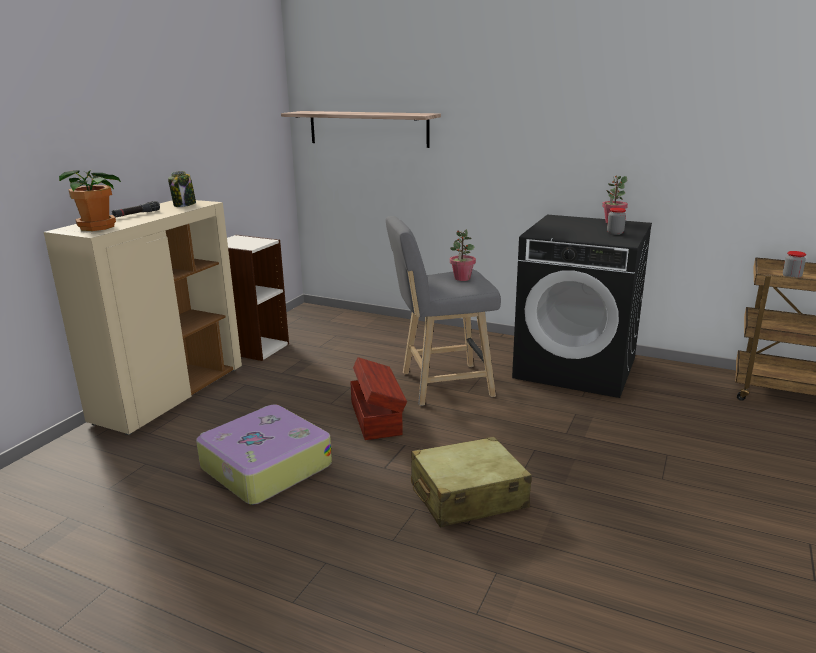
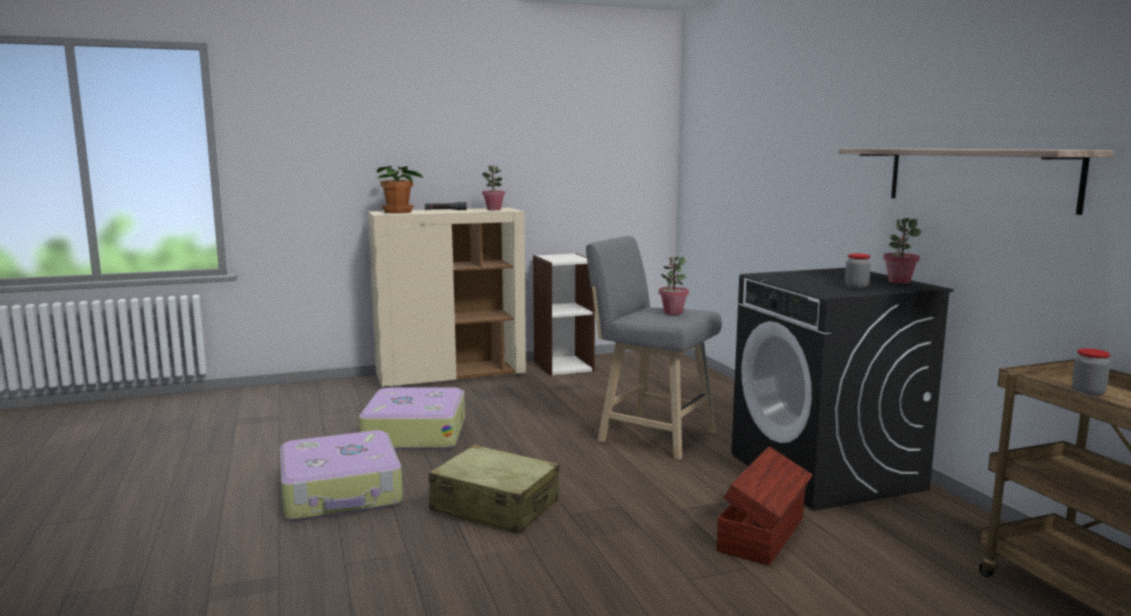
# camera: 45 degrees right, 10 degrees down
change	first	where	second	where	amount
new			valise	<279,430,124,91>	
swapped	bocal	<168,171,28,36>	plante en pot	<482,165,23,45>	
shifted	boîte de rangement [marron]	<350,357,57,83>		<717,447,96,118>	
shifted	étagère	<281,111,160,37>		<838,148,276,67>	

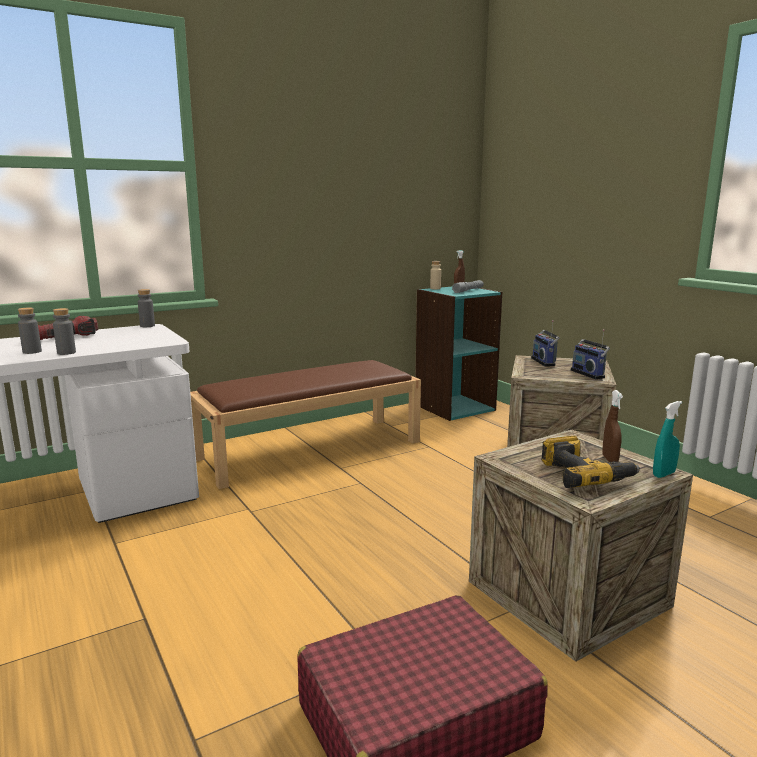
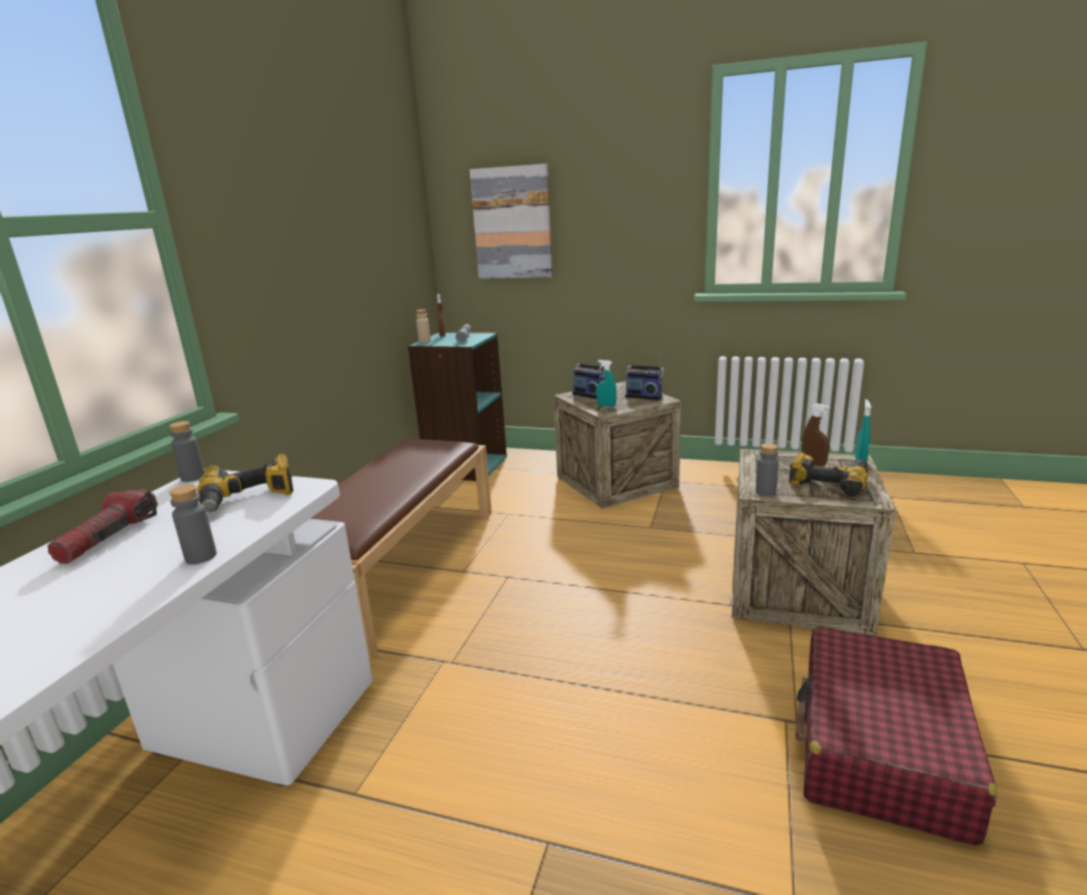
# camera: 40 degrees left, 5 degrees up
change	first	where	second	where	amount
new			perceuse	<197,454,97,59>	
new			tableau	<470,164,83,115>	
new			vaporisateur [turquoise]	<596,360,21,47>	
shifted	bouteille [gris]	<18,307,24,47>		<756,443,23,54>	

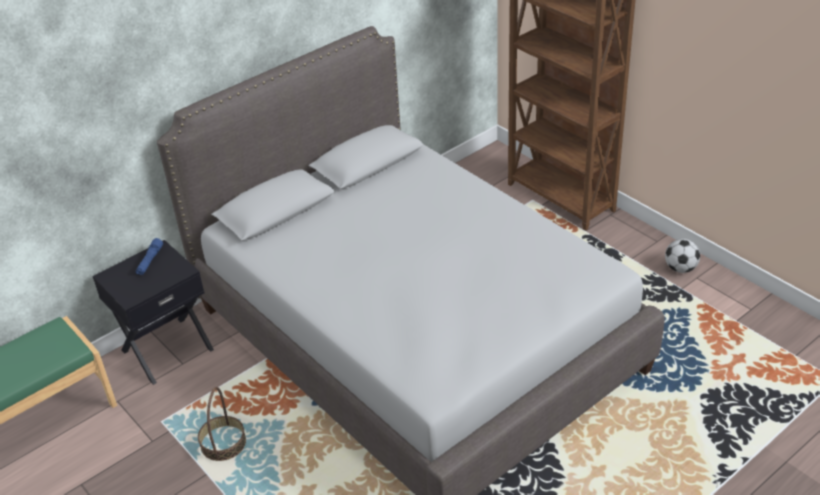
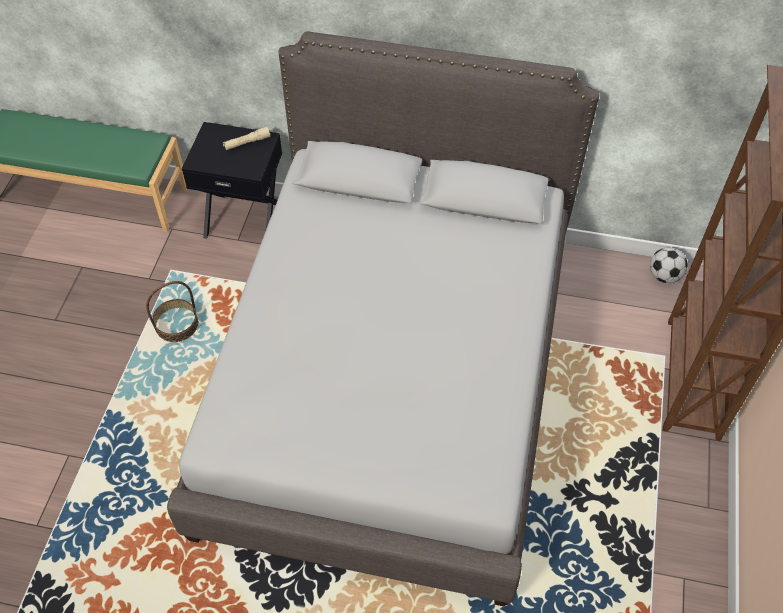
# camera: 50 degrees right, 15 degrees up
change	first	where	second	where	amount
repainted	lampe de poche [bleu]	<136,238,27,37>	lampe de poche [beige]	<223,127,48,23>	
shifted	ballon de foot	<665,239,35,34>		<650,247,38,36>	

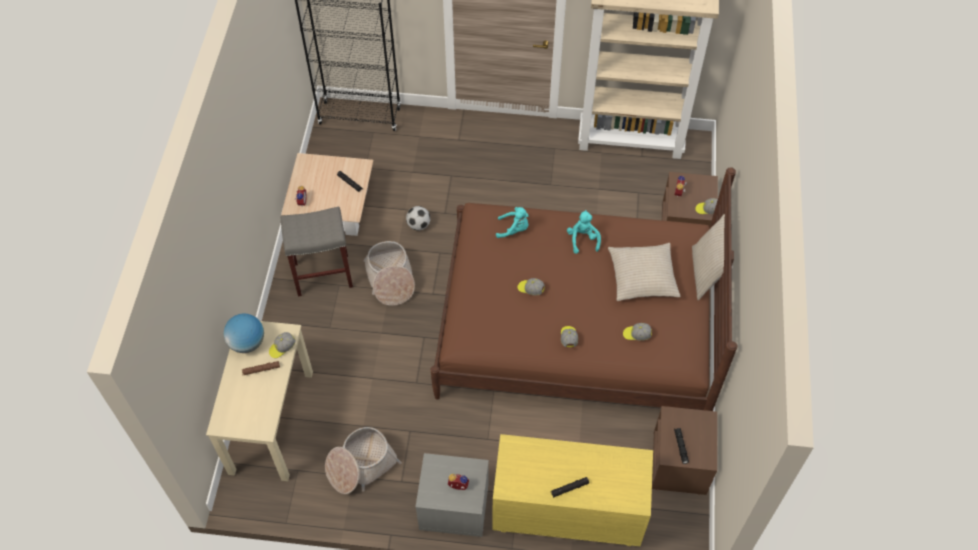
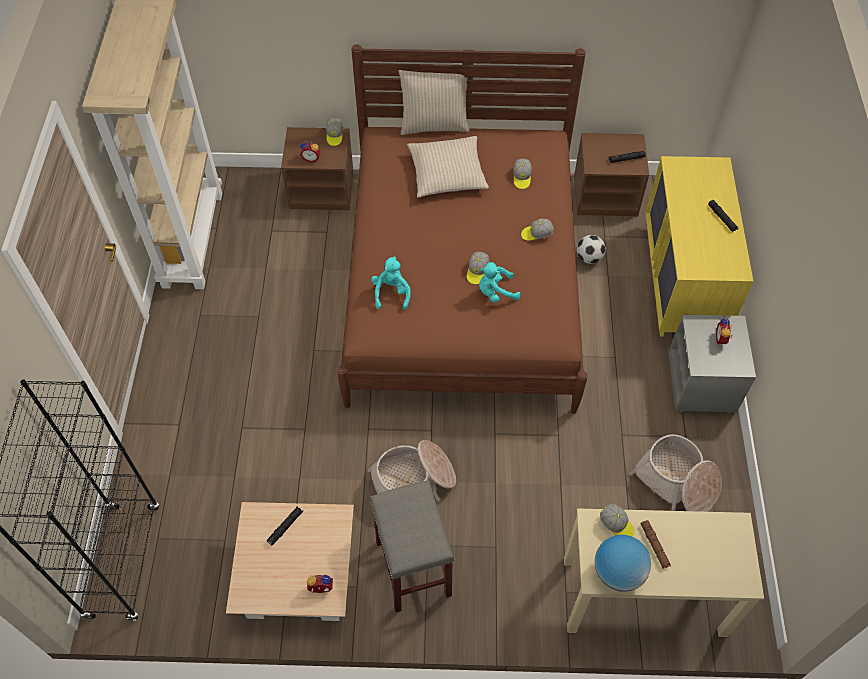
# camera: 95 degrees left, 0 degrees up
change	first	where	second	where	amount
shifted	peluche [turquoise]	<567,210,34,44>		<479,262,41,41>	
shifted	ballon de foot	<406,206,24,24>		<577,235,29,29>	

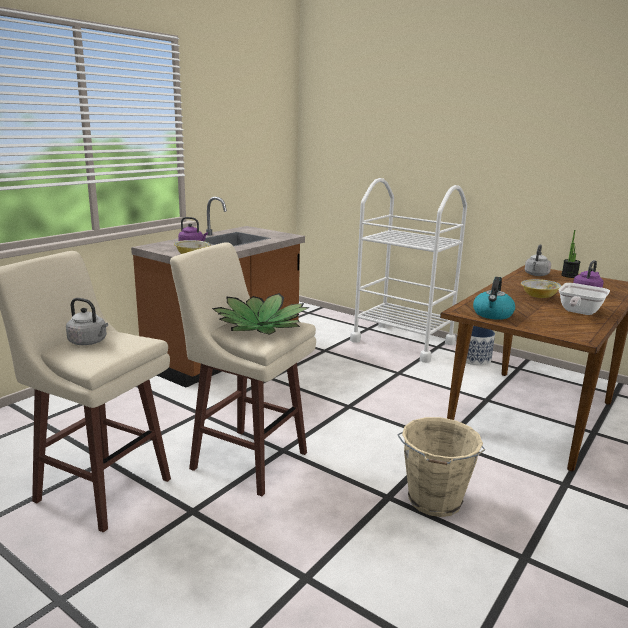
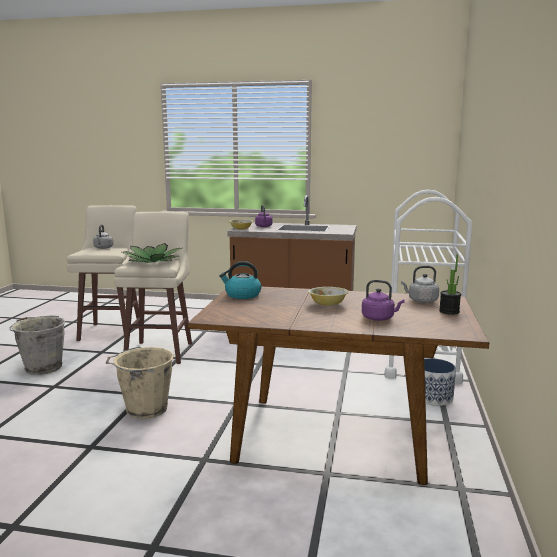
# camera: 65 degrees right, 5 degrees down
change	first	where	second	where	amount
new			seau [gris]	<10,316,56,59>	
gone	poêle	<558,283,52,32>			

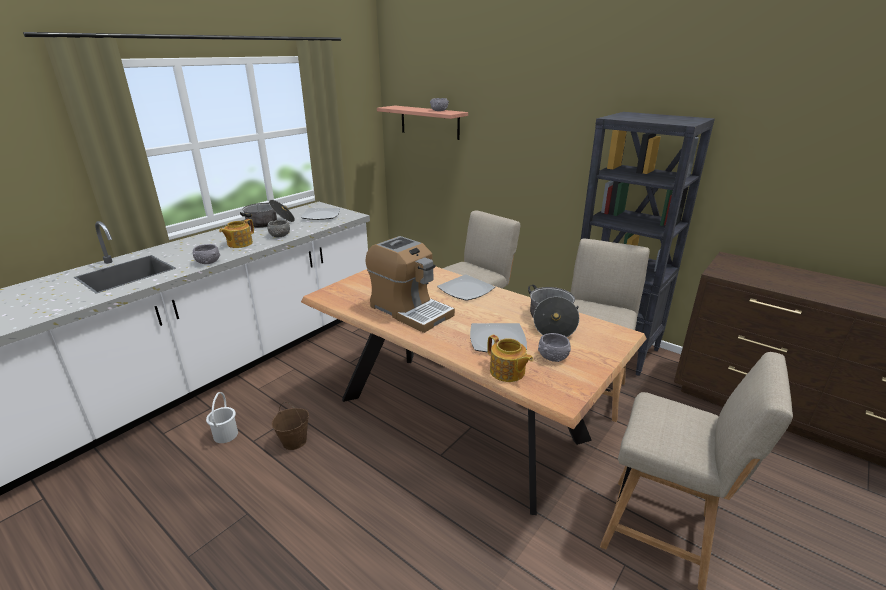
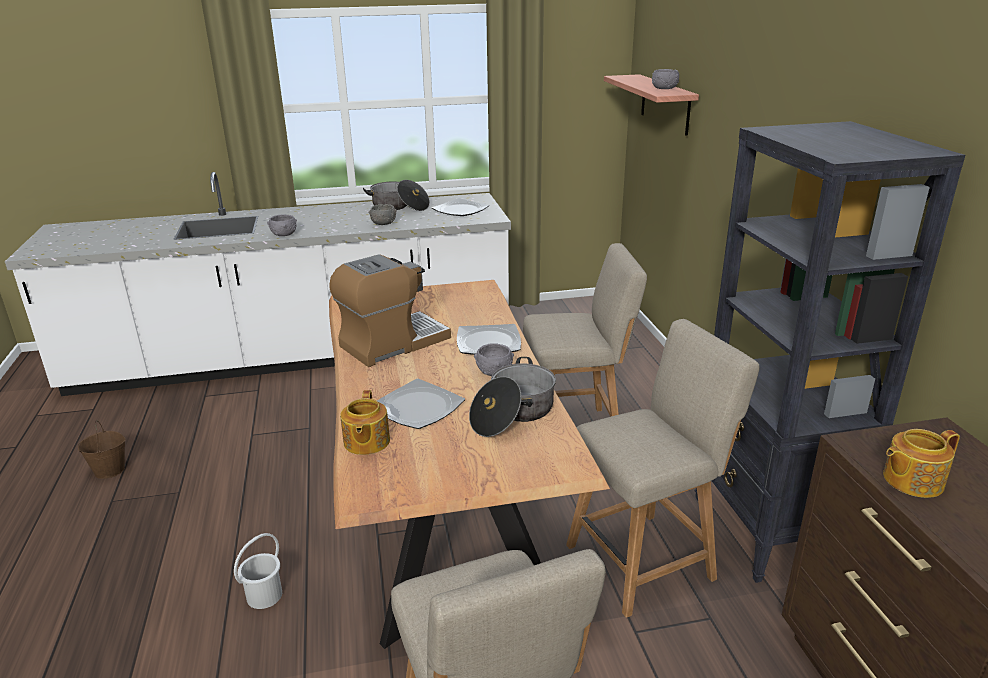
# camera: 40 degrees right, 0 degrees up
change	first	where	second	where	amount
shifted	seau [marron]	<272,402,37,48>		<78,421,48,58>	
shifted	seau [blanc]	<206,392,32,51>		<234,533,48,76>	
rotated	machine à café	<365,236,90,97>		<329,254,122,113>	120 degrees counterclockwise
shifted	bol [gris]	<538,333,33,29>		<474,343,40,33>	
shifted	théière	<219,219,35,29>		<883,429,77,69>	

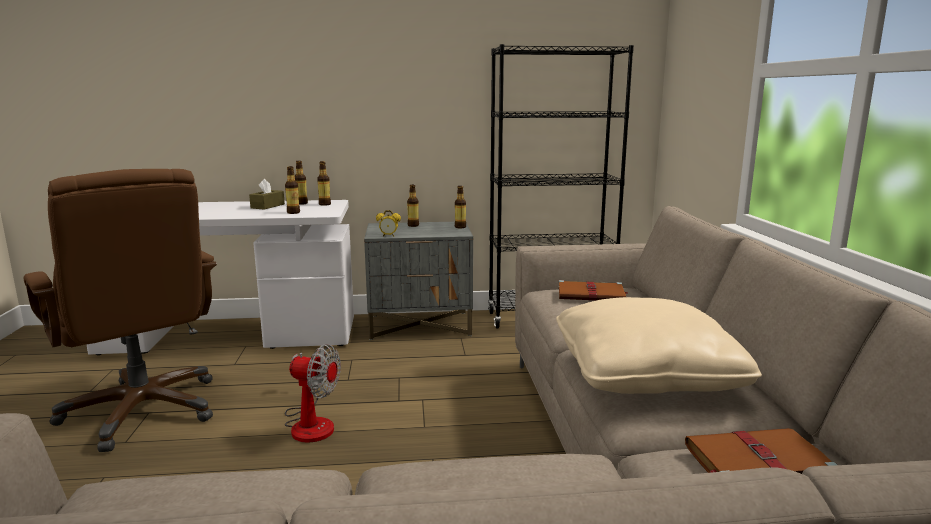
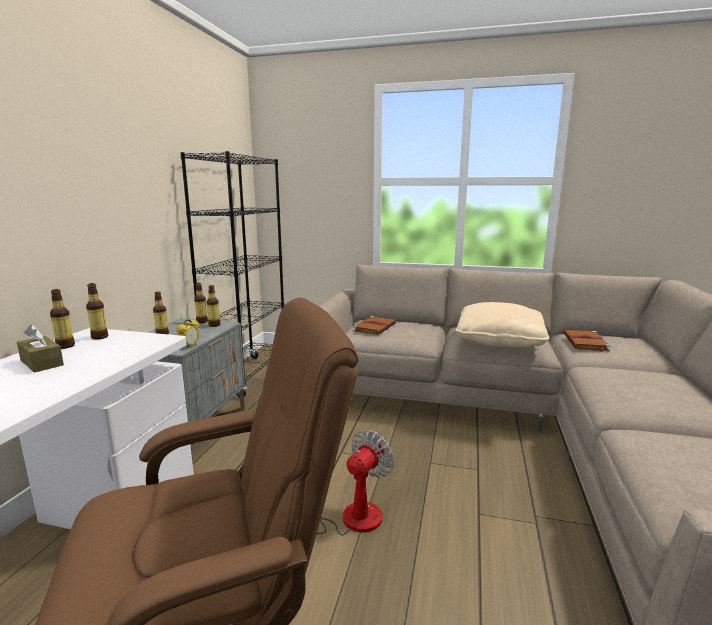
# camera: 70 degrees left, 0 degrees up
change	first	where	second	where	amount
shifted	bouteille	<285,166,15,48>		<207,285,13,42>	

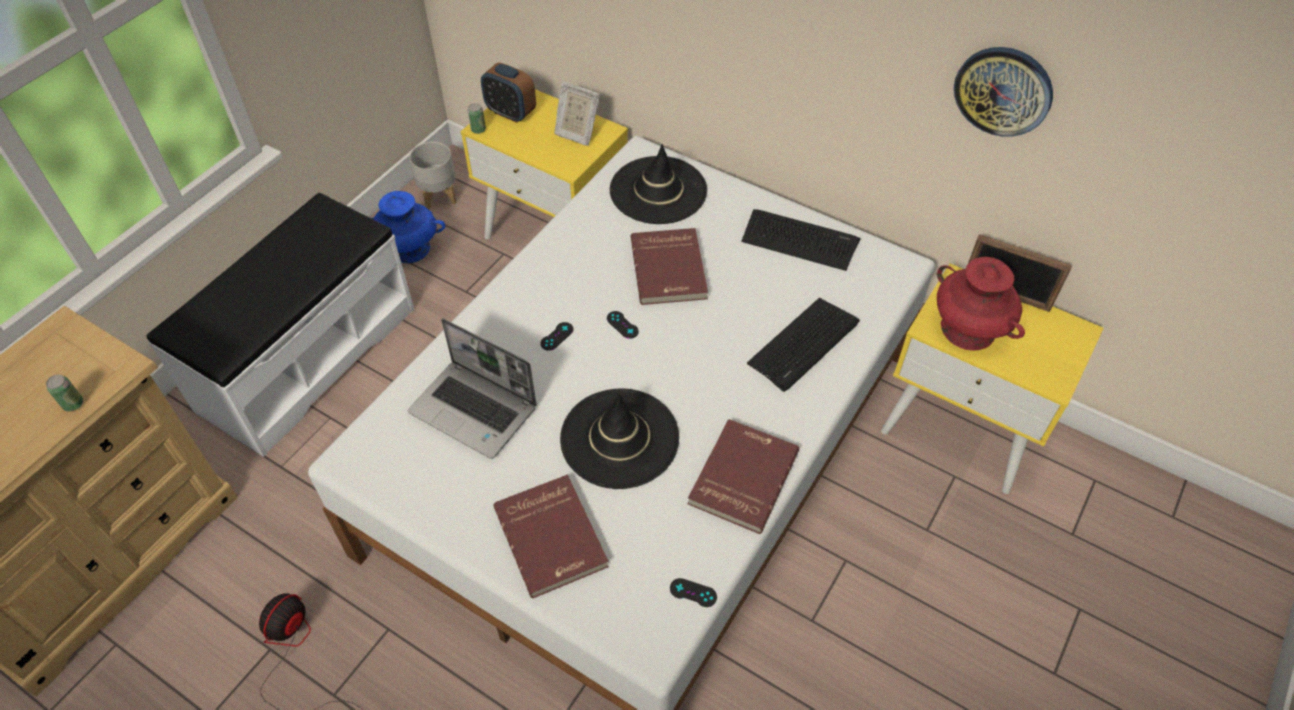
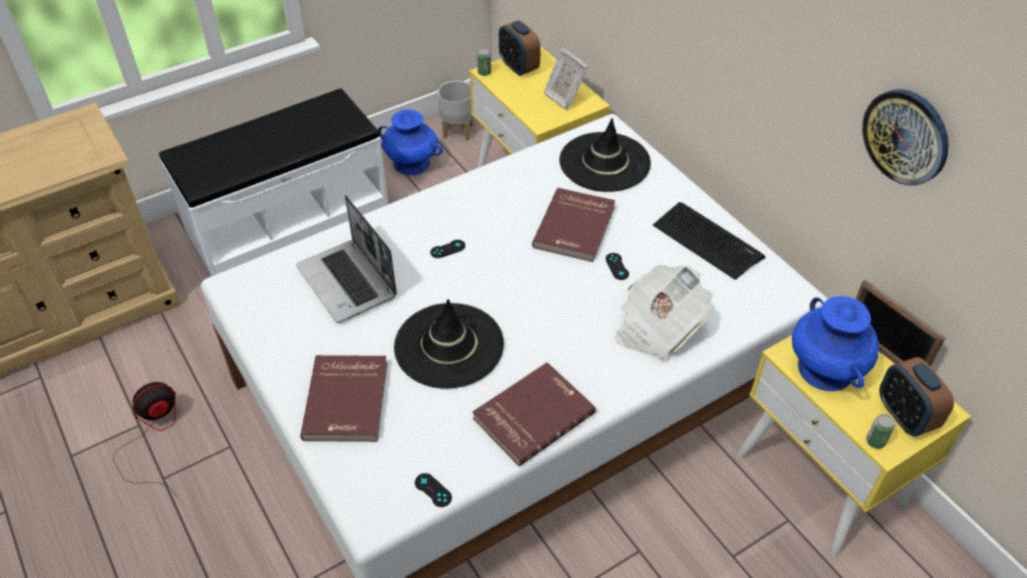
# camera: 25 degrees right, 5 degrees down
change	first	where	second	where	amount
shifted	manette [noir]	<607,311,32,28>		<606,253,23,27>	
swapped	clavier	<747,298,113,94>	journal	<615,264,96,95>	
repainted	vase [rouge]	<937,257,88,94>	vase [bleu]	<792,296,87,95>	
shifted	boîte métallique	<46,375,37,36>		<866,414,29,35>	
new			réveil	<879,357,75,79>	

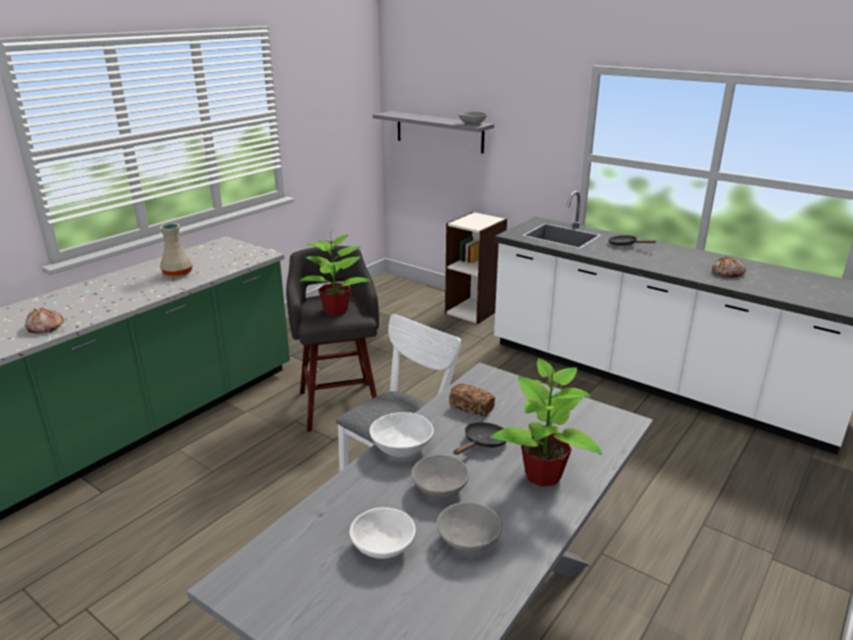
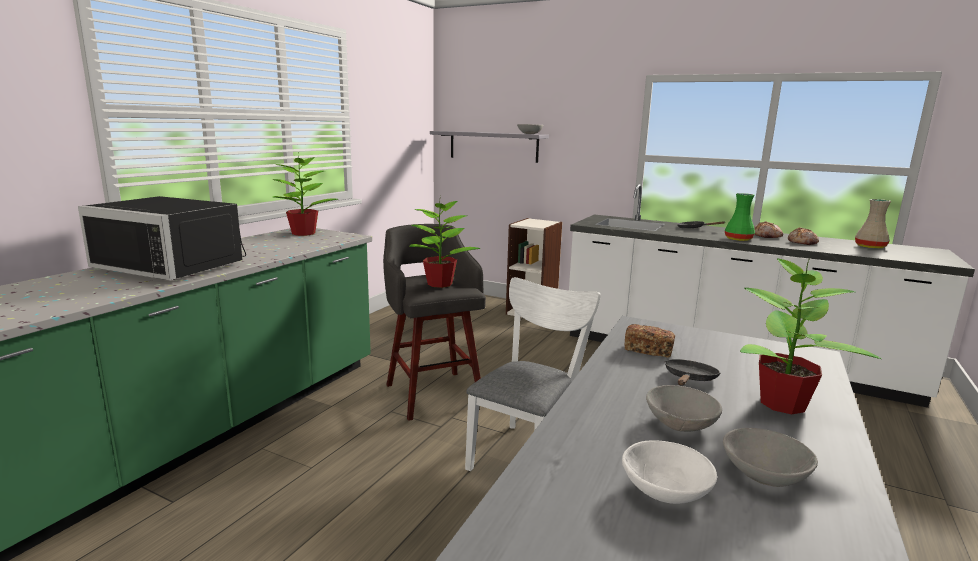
# camera: 10 degrees left, 10 degrees down
change	first	where	second	where	amount
new			micro-ondes [noir]	<78,196,168,84>	
new			plante en pot	<272,153,66,83>	
new			vase [vert]	<725,193,30,48>	
shifted	pain	<25,307,39,26>		<754,221,29,17>	
shifted	vase [beige]	<160,224,33,53>		<855,199,36,50>	
gone	bol [blanc]	<369,412,65,45>			

